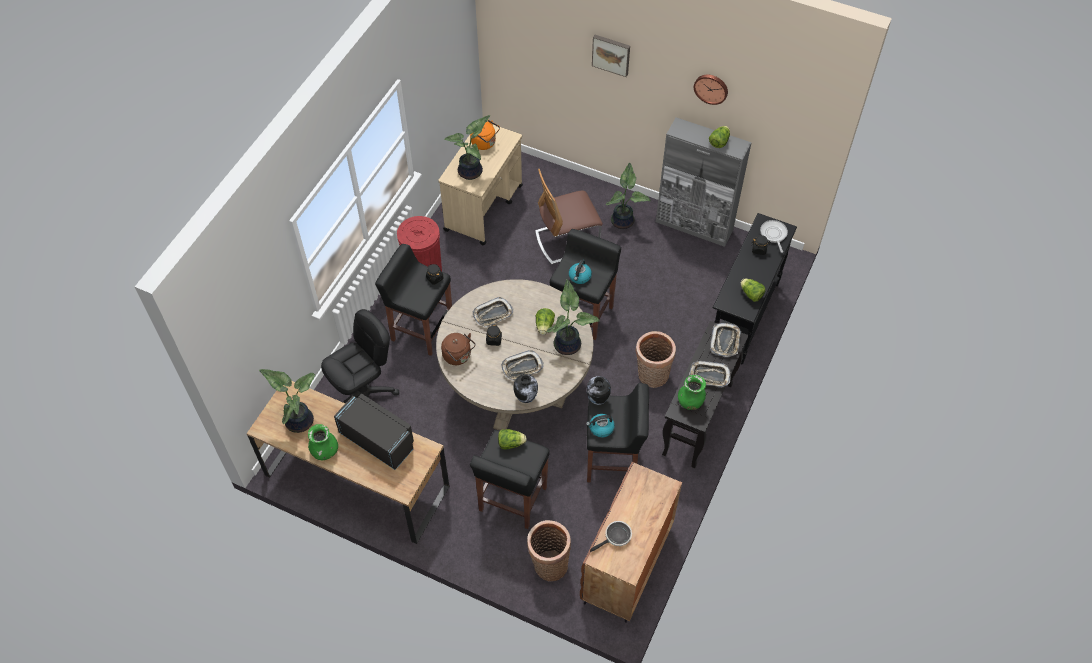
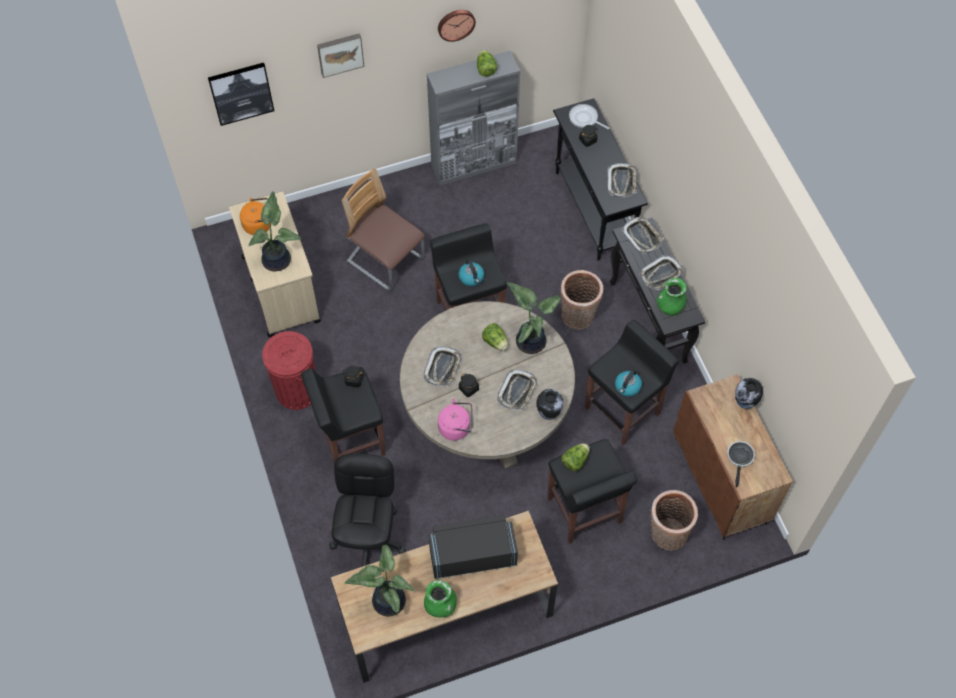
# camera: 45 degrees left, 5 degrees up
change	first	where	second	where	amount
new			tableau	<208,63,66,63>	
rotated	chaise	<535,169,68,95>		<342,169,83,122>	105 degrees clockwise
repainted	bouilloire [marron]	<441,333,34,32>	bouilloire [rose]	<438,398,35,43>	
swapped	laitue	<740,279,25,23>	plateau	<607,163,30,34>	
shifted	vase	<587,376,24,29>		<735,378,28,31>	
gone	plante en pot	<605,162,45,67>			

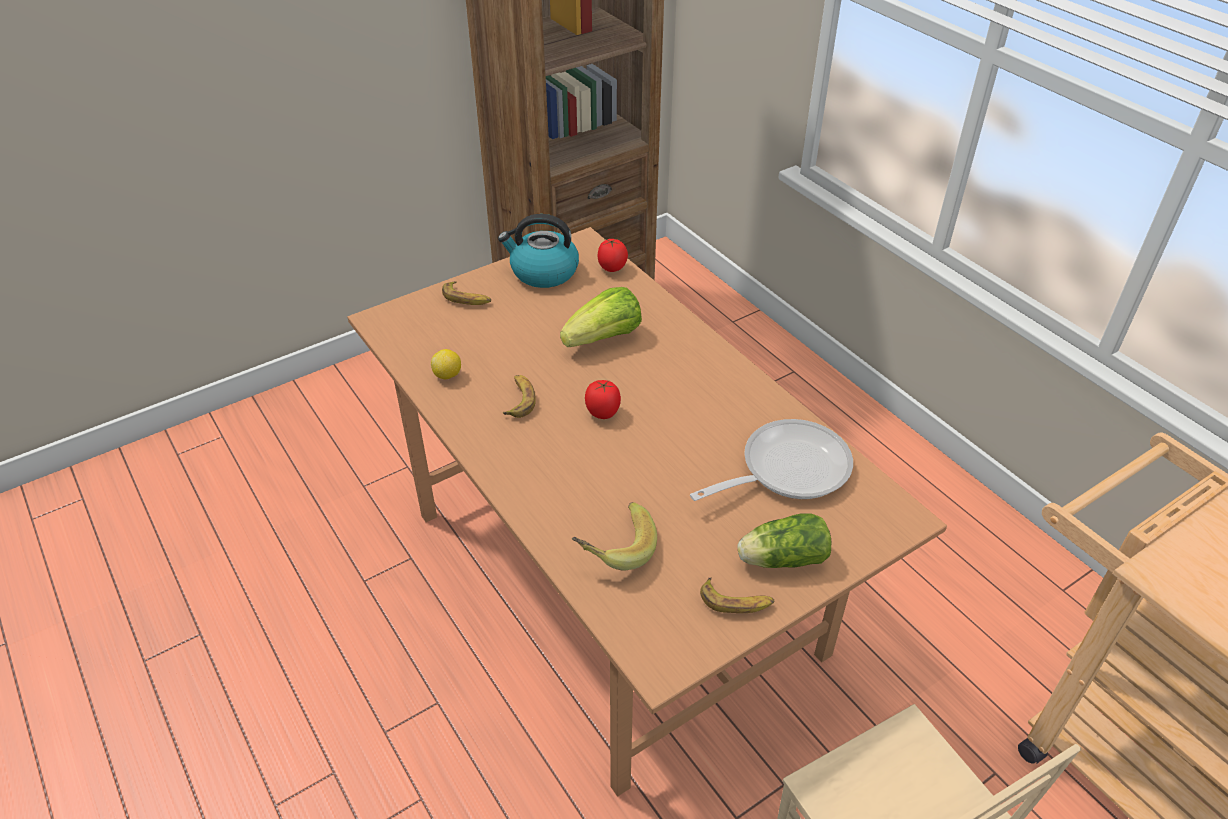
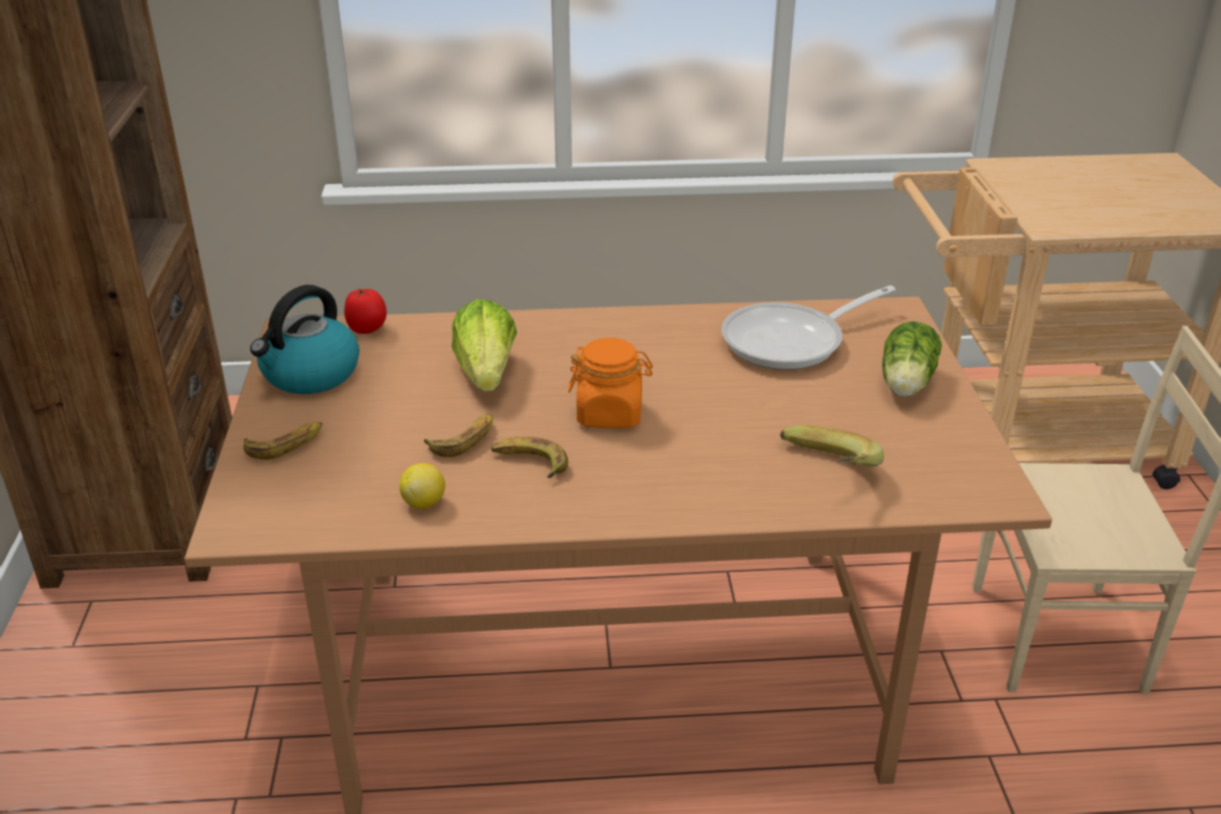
# camera: 60 degrees left, 10 degrees down
change	first	where	second	where	amount
shifted	banane	<700,577,75,36>		<424,414,69,43>	
swapped	tomate	<585,380,36,39>	bocal [orange]	<568,338,85,90>	
rotated	poêle	<690,419,163,82>		<721,285,175,85>	120 degrees counterclockwise

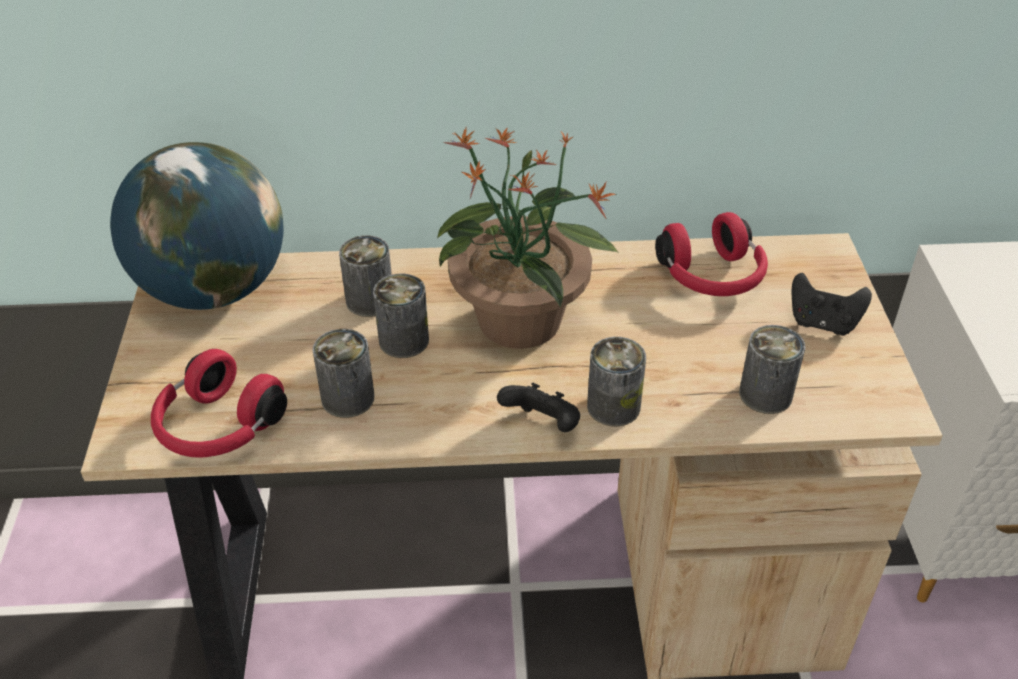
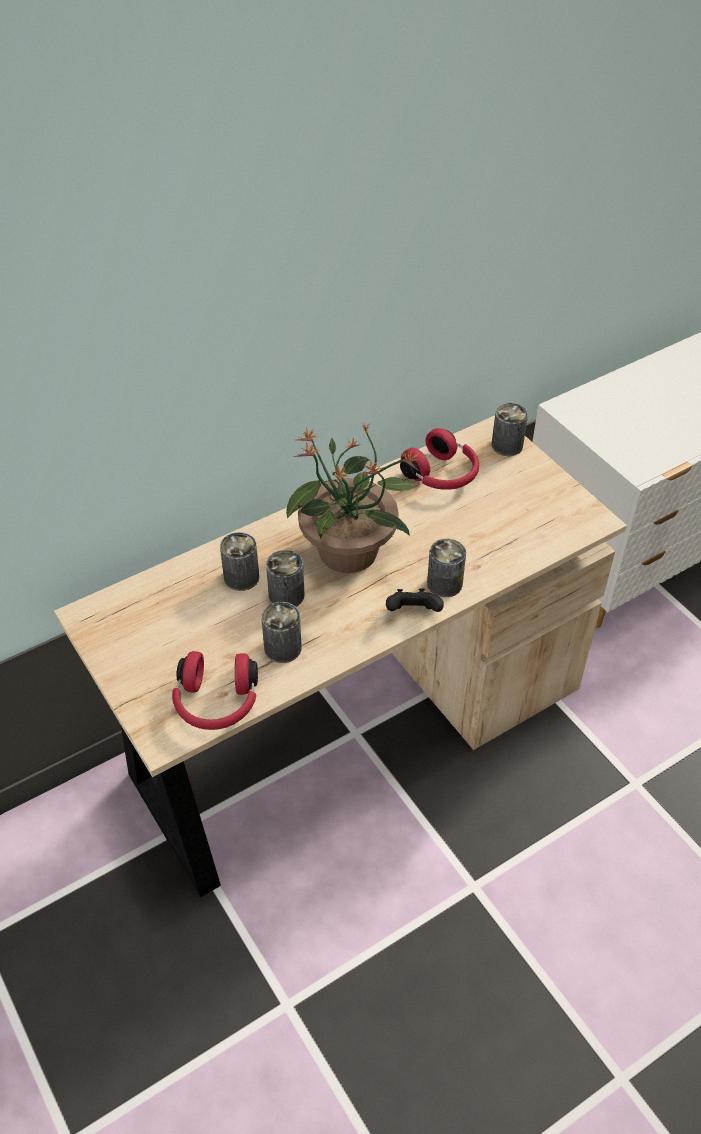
# camera: 30 degrees left, 5 degrees up
change	first	where	second	where	amount
shifted	boîte métallique	<739,325,67,89>		<491,403,37,53>	
gone	globe	<110,142,174,168>			
gone	manette [noir]	<792,273,80,62>			

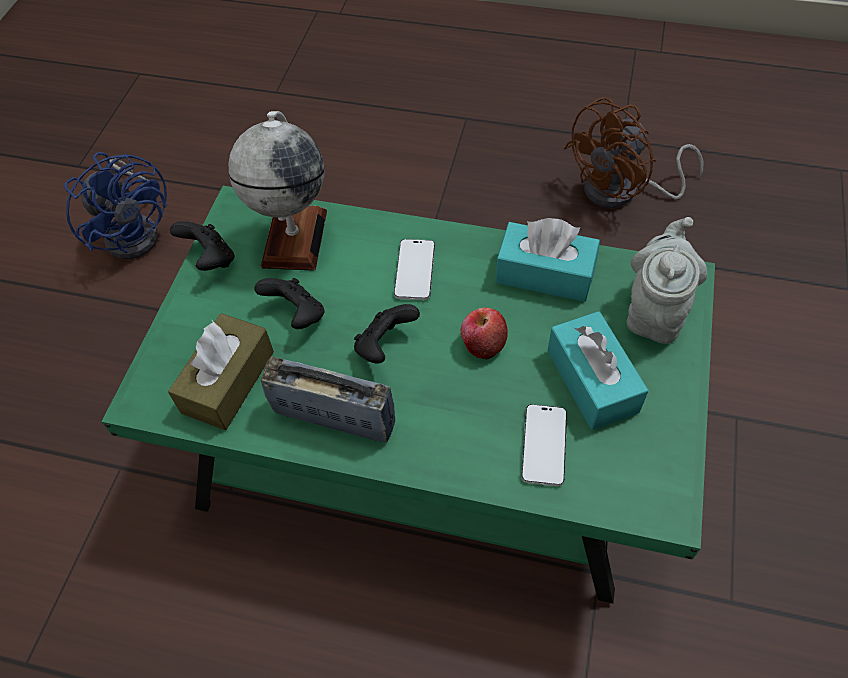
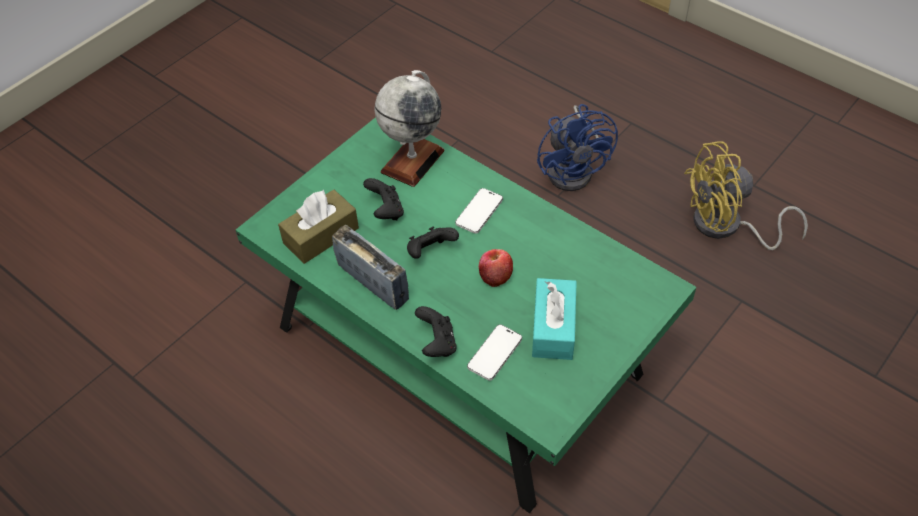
# camera: 25 degrees right, 5 degrees down
change	first	where	second	where	amount
shifted	manette [noir]	<170,221,65,50>		<415,306,42,51>	
shifted	ventilateur [bleu]	<64,152,103,107>		<537,104,81,87>	
repainted	ventilateur [marron]	<564,97,140,111>	ventilateur [jaune]	<684,141,124,109>	
gone	boîte à mouchoirs [turquoise]	<495,218,105,84>			
gone	théière [gris]	<627,217,80,127>			

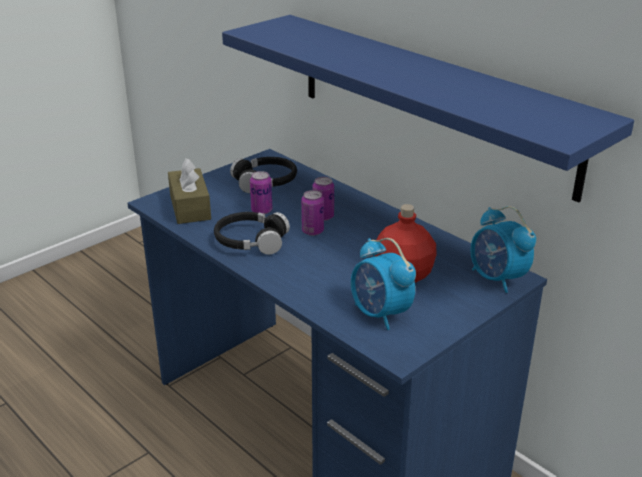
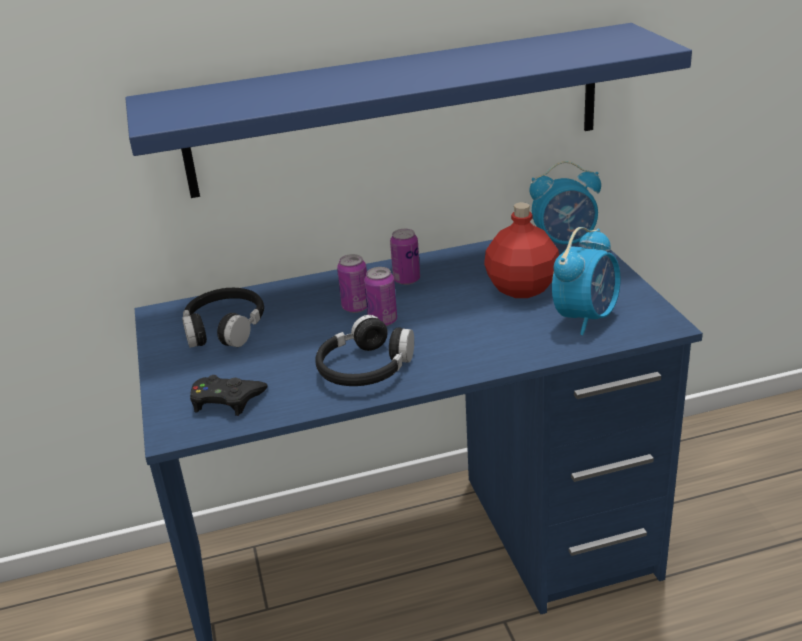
# camera: 60 degrees left, 0 degrees up
change	first	where	second	where	amount
swapped	boîte à mouchoirs [marron]	<168,158,43,66>	manette [noir]	<190,375,78,41>	
shifted	boîte métallique	<250,171,22,43>		<390,229,30,56>	
rotated	réveil	<351,238,65,92>		<552,227,69,108>	45 degrees counterclockwise

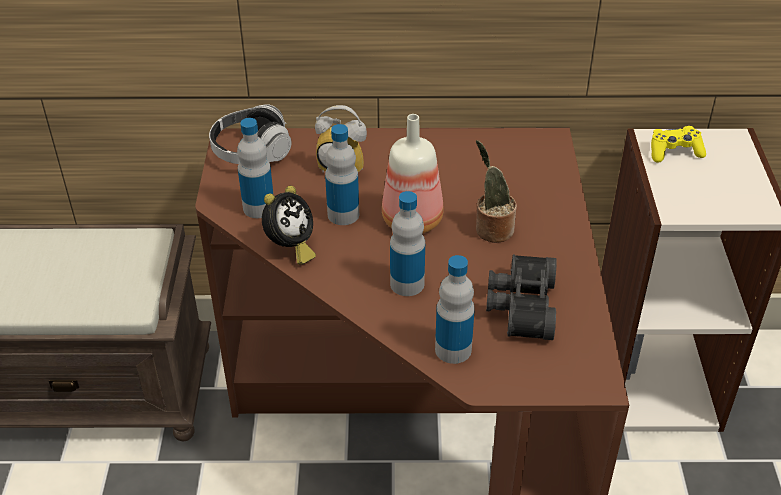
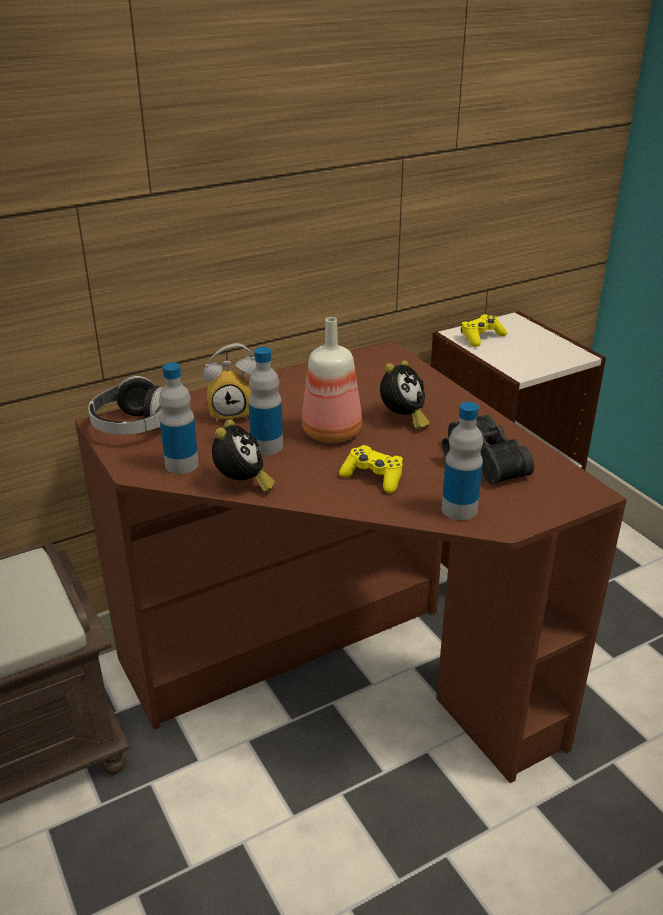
# camera: 30 degrees left, 10 degrees down
change	first	where	second	where	amount
swapped	bouteille	<390,191,35,105>	manette [jaune]	<339,445,64,48>	
swapped	plante en pot	<476,140,41,103>	réveil	<380,360,50,70>	

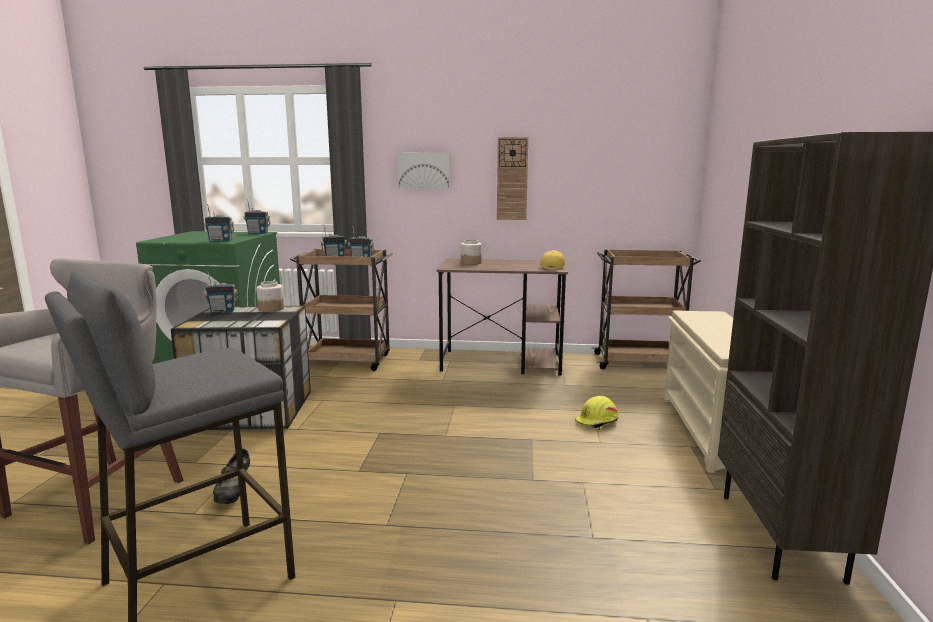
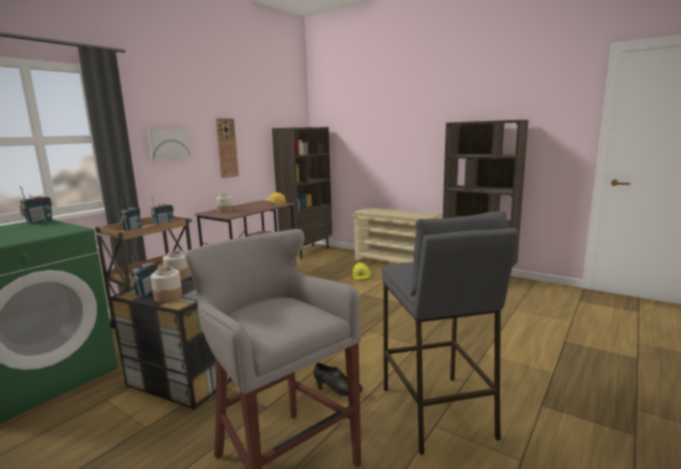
# camera: 60 degrees left, 0 degrees up
change	first	where	second	where	amount
new			bocal	<151,267,31,35>	
swapped	chariot [marron]	<592,249,109,120>	bibliothèque [marron]	<272,127,60,132>	
gone	radio	<204,204,30,38>			

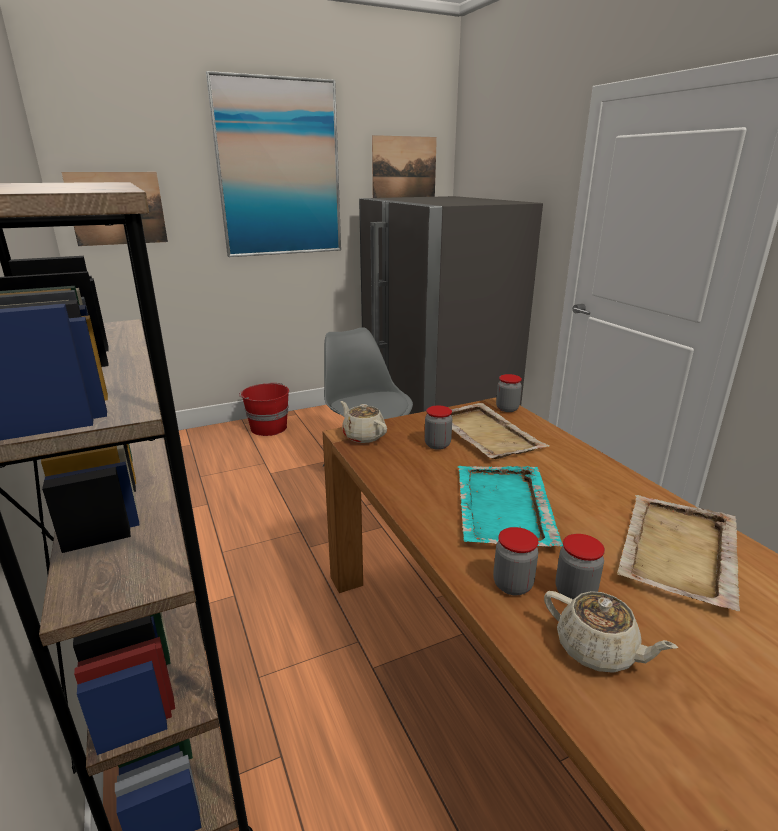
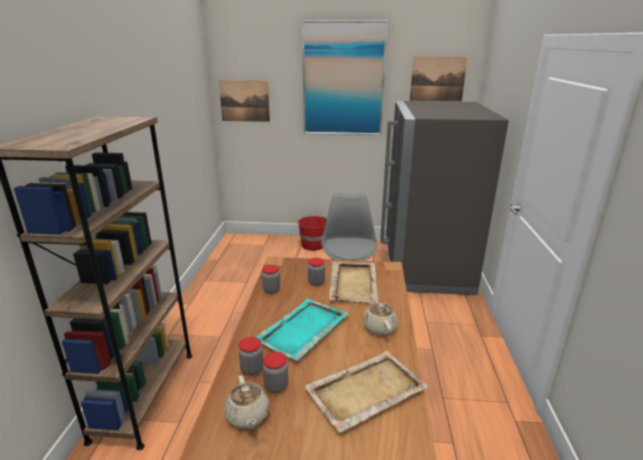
# camera: 30 degrees right, 0 degrees up
change	first	where	second	where	amount
shifted	bocal	<496,374,26,38>		<262,265,18,29>	
shifted	théière [beige]	<340,401,47,42>		<363,294,35,41>	

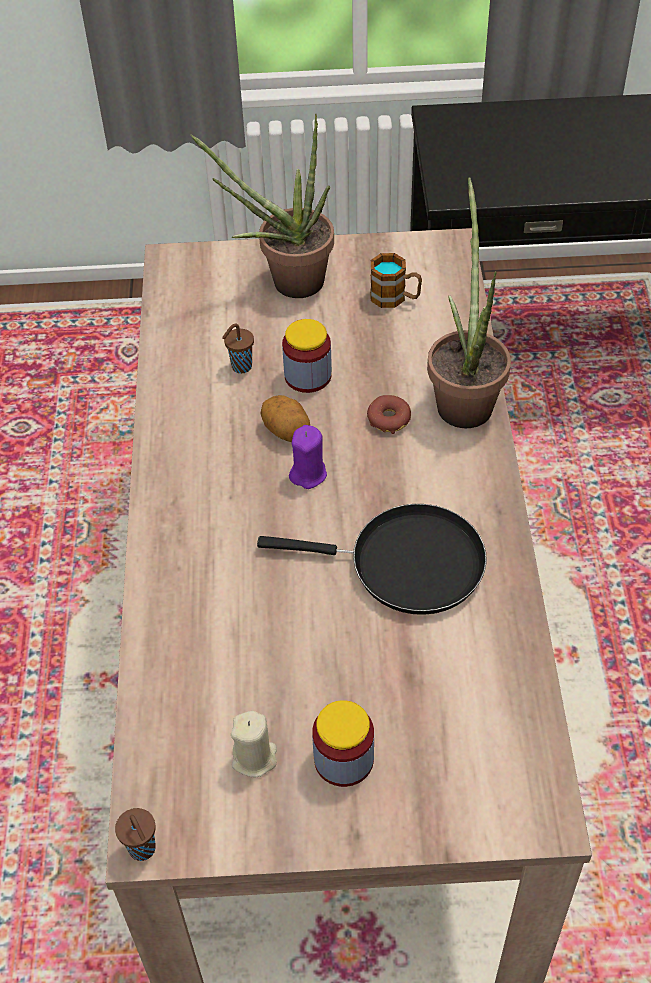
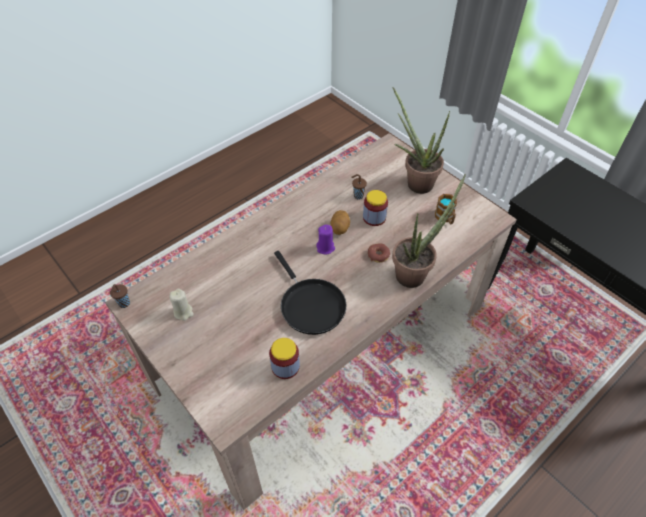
# camera: 50 degrees right, 0 degrees up
change	first	where	second	where	amount
shifted	bocal	<312,700,62,87>		<269,338,31,41>	

